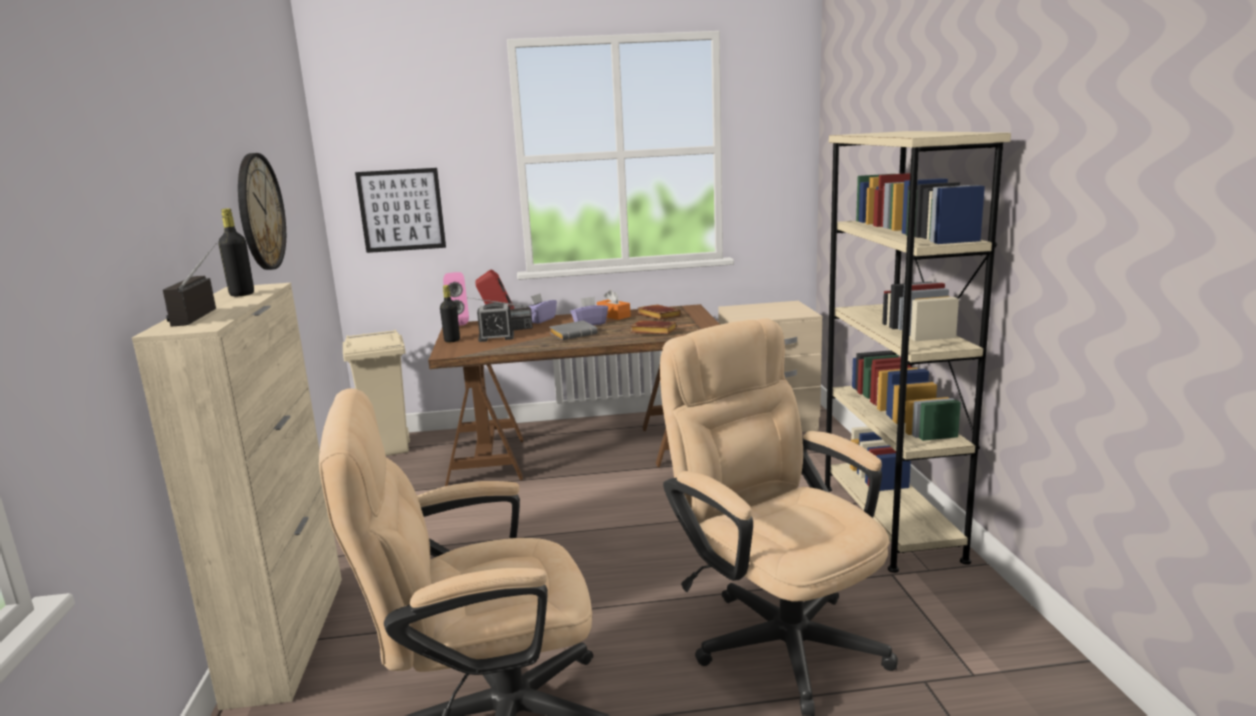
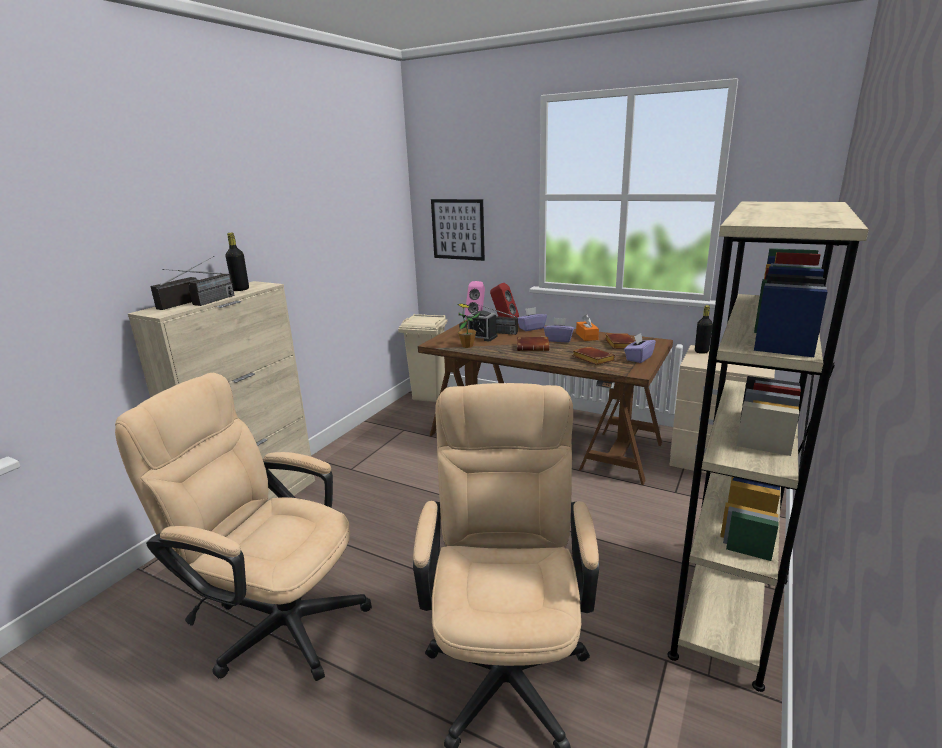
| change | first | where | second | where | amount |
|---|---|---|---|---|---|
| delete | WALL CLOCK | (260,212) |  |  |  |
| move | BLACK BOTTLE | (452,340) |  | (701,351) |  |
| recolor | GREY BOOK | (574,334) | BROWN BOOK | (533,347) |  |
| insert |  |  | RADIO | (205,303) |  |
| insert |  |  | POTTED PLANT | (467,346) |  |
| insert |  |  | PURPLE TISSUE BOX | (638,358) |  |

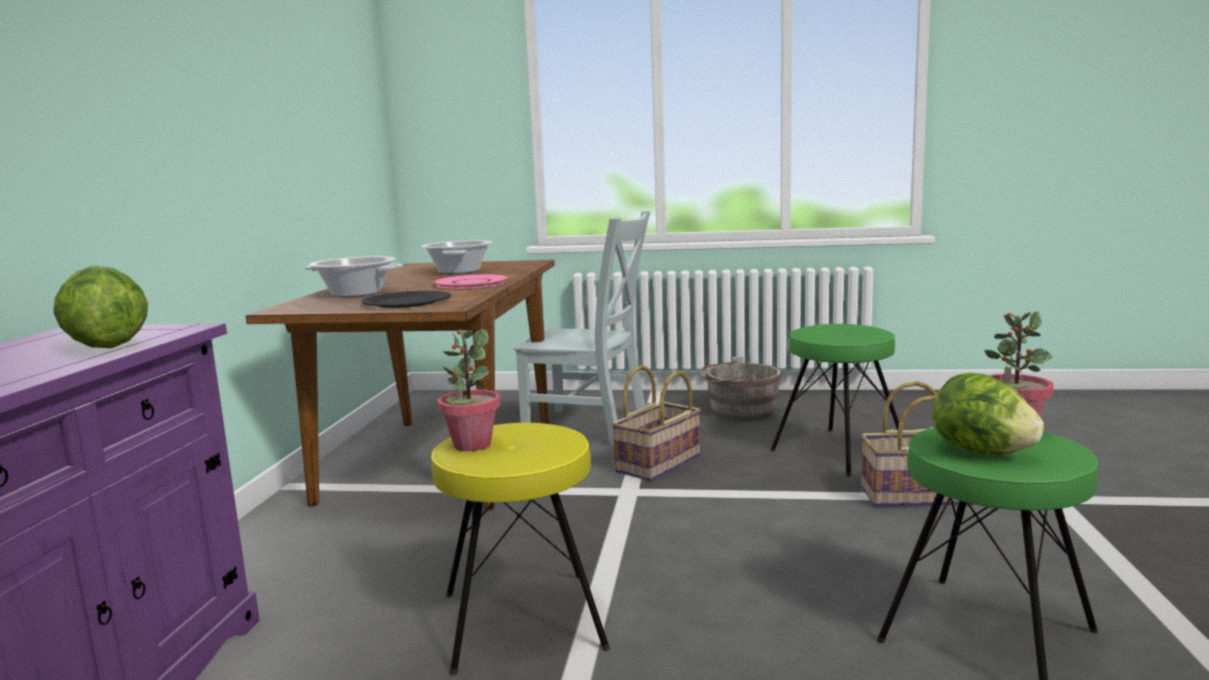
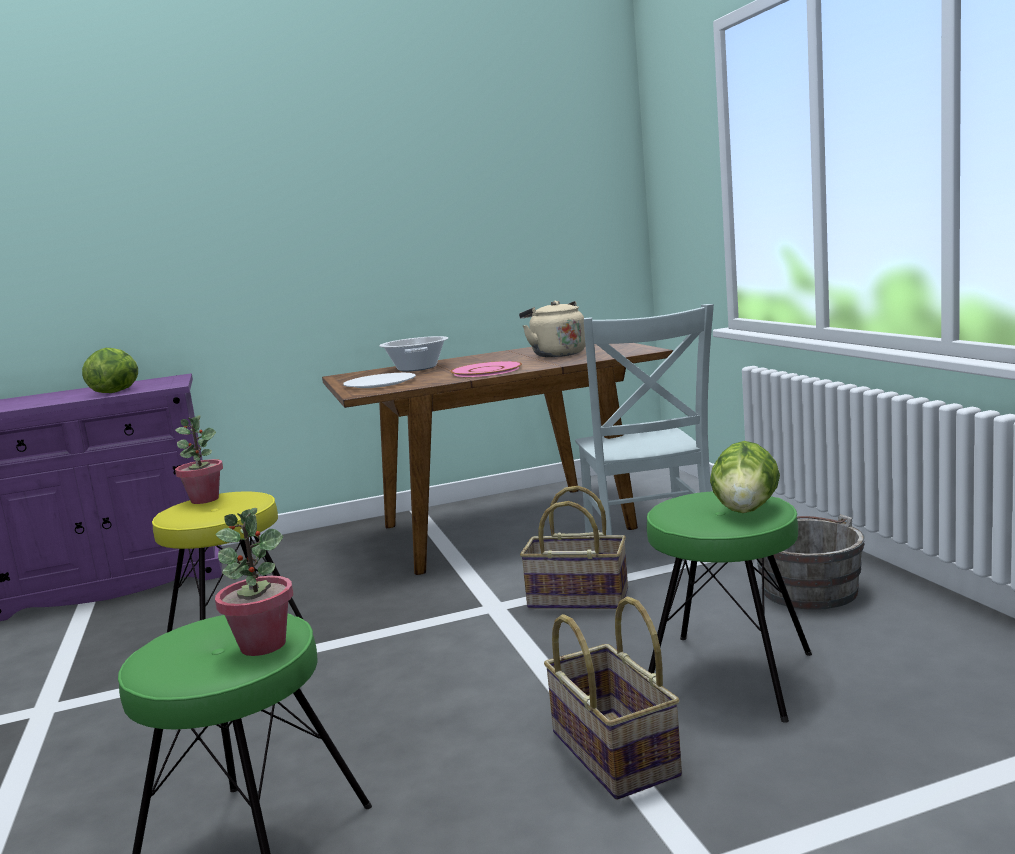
| change | first | where | second | where | amount |
|---|---|---|---|---|---|
| replace | COOKING POT | (458,271) | BEIGE KETTLE | (556,354) |  |
| recolor | BLACK PLATE | (407,302) | WHITE PLATE | (380,383) |  |
| move | LETTUCE | (982,452) |  | (746,510) |  |

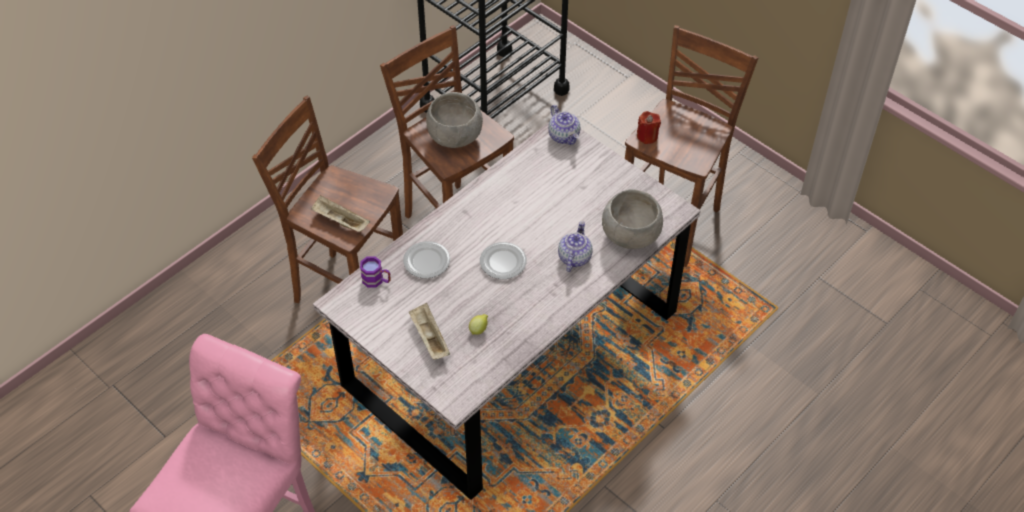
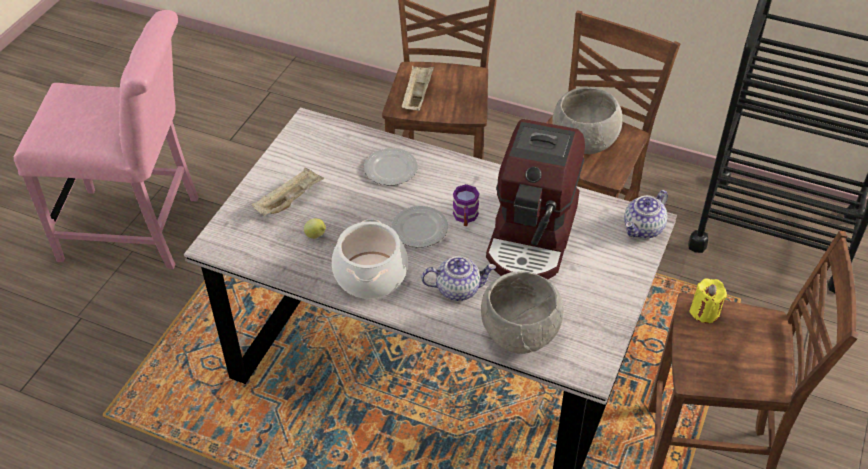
| change | first | where | second | where | amount |
|---|---|---|---|---|---|
| recolor | RED CANDLE | (647,136) | YELLOW CANDLE | (704,312) |  |
| move | PURPLE MUG | (376,280) |  | (465,218) |  |
| insert |  |  | COFFEE MACHINE | (533,237) |  |
| insert |  |  | COOKING POT | (370,275) |  |

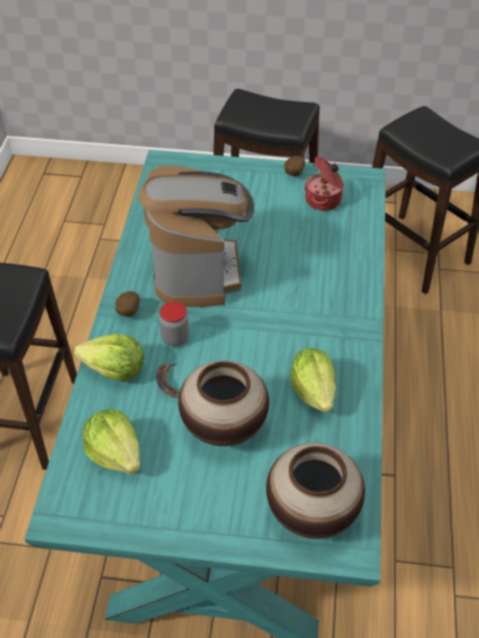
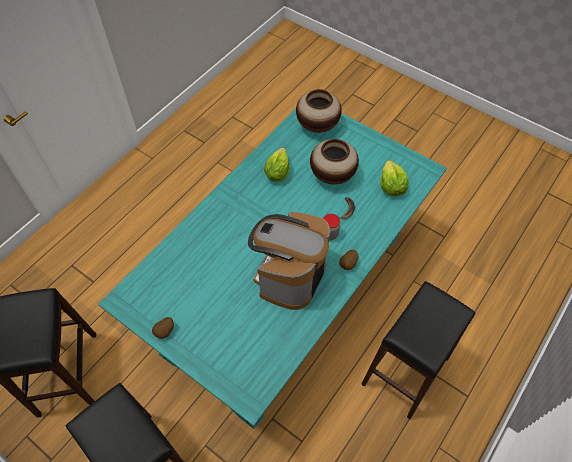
| change | first | where | second | where | amount |
|---|---|---|---|---|---|
| delete | COOKING POT | (324,200) |  |  |  |
| delete | LETTUCE | (114,370) |  |  |  |

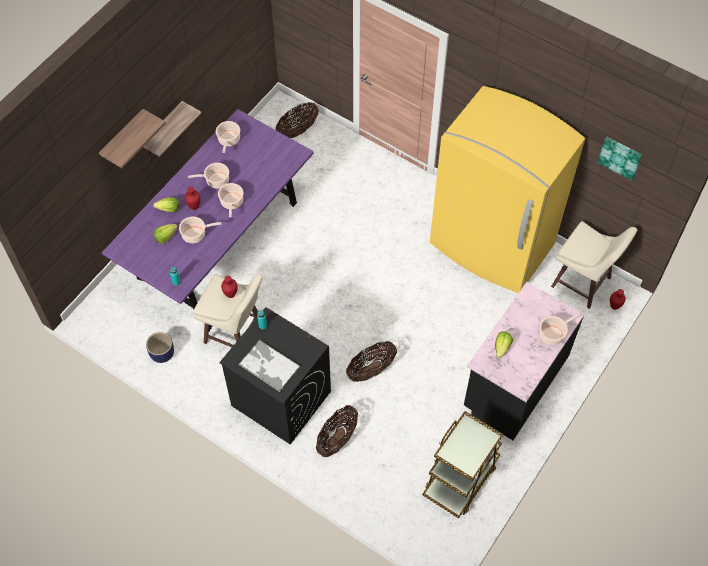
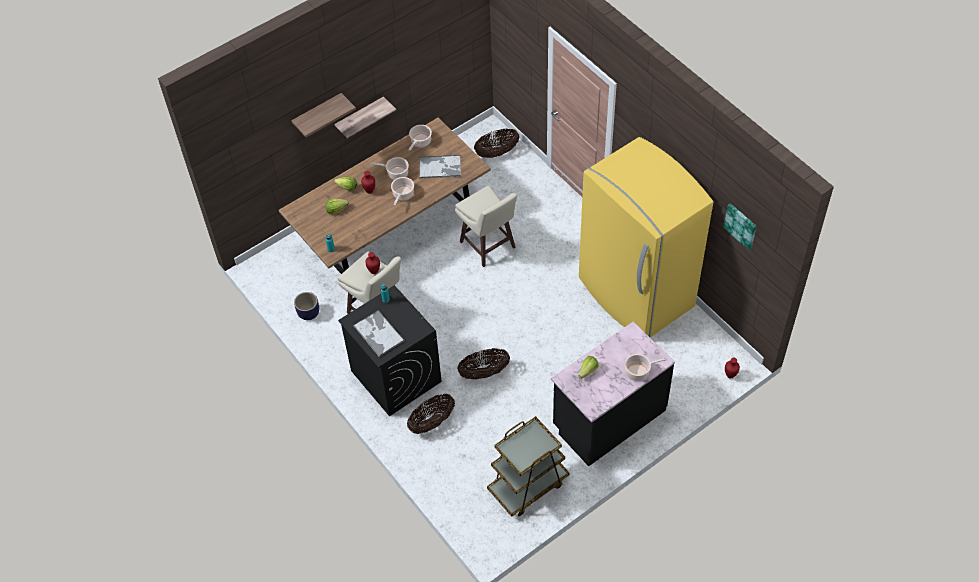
| change | first | where | second | where | amount |
|---|---|---|---|---|---|
| recolor | PURPLE DINING TABLE | (218,240) | BROWN DINING TABLE | (391,230) |  |
| delete | COOKING POT | (195,234) |  |  |  |
| move | BEIGE STOOL | (582,283) |  | (488,246) |  |
| insert |  |  | TRAY | (440,167) |  |

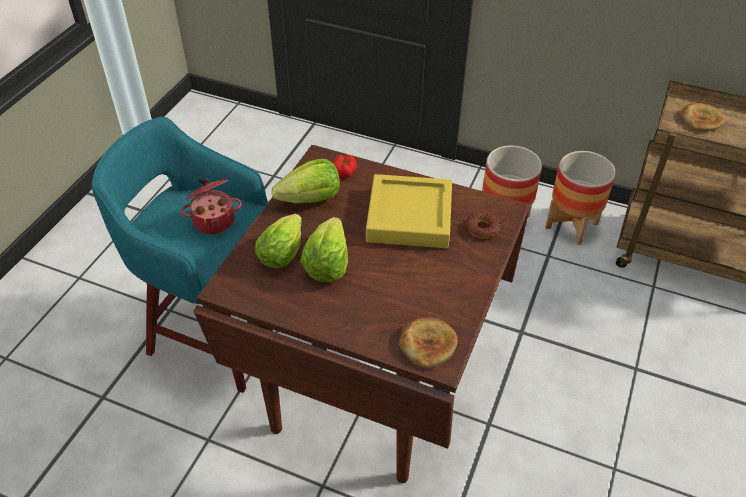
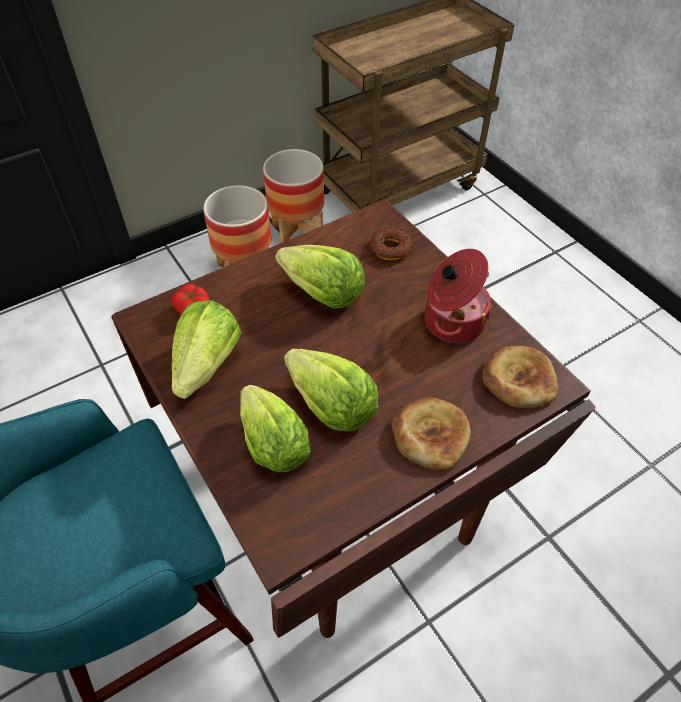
| change | first | where | second | where | amount |
|---|---|---|---|---|---|
| move | BREAD | (701,120) |  | (430,435) |  |
| replace | YELLOW TRAY | (409,217) | LETTUCE | (322,294) |  |
| move | COOKING POT | (214,220) |  | (452,321) |  |

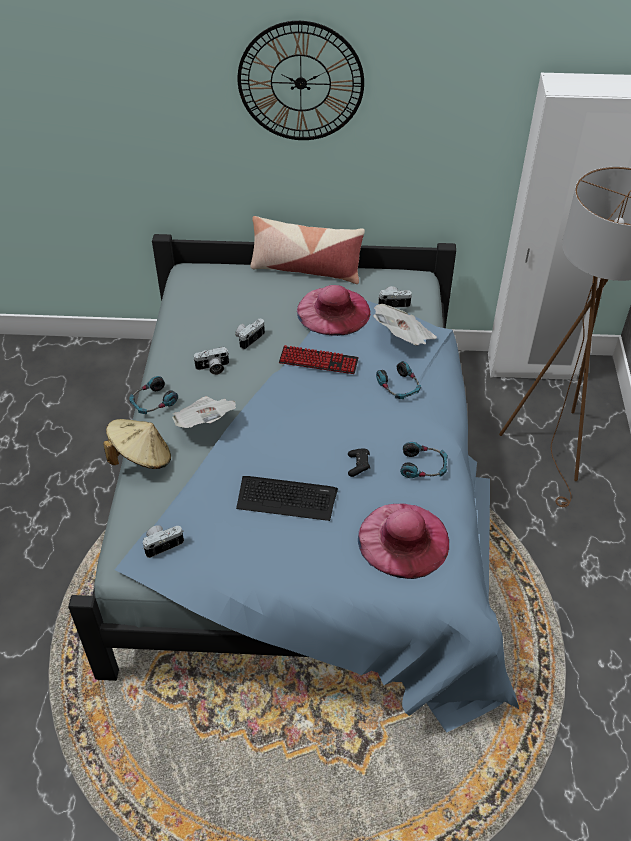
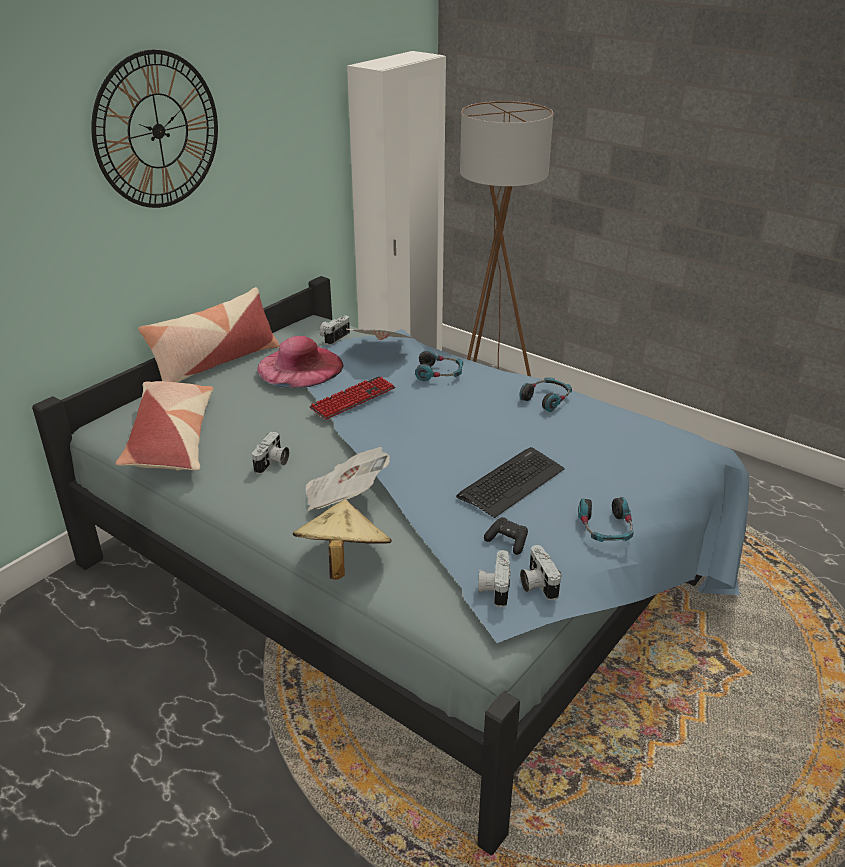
| change | first | where | second | where | amount |
|---|---|---|---|---|---|
| move | PHOTO CAMERA | (249,338) |  | (536,583) |  |
| move | HEADPHONES | (153,402) |  | (605,528) |  |
| move | BLACK GAME CONTROLLER | (358,465) |  | (507,541) |  |
| delete | PINK HAT | (403,539) |  |  |  |
| insert |  |  | PILLOW | (172,438) |  |

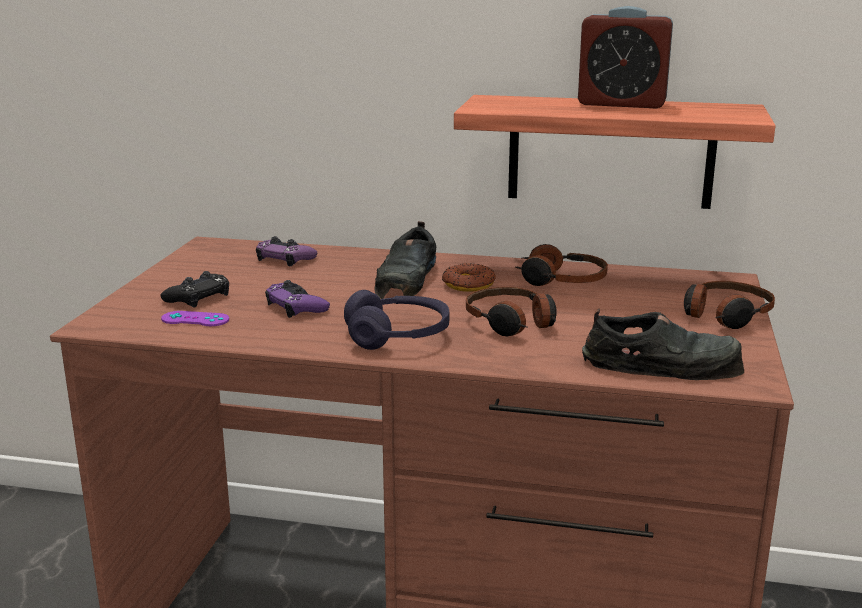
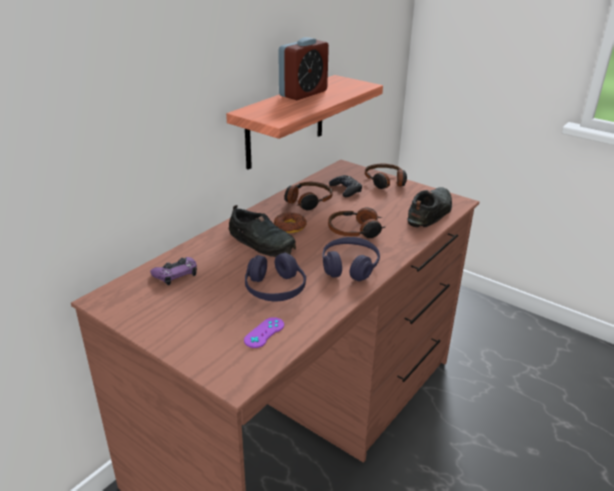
| change | first | where | second | where | amount |
|---|---|---|---|---|---|
| move | BLACK GAME CONTROLLER | (198,297) |  | (345,189) |  |
| replace | PURPLE GAME CONTROLLER | (296,306) | PURPLE HEADPHONES | (275,289) |  |

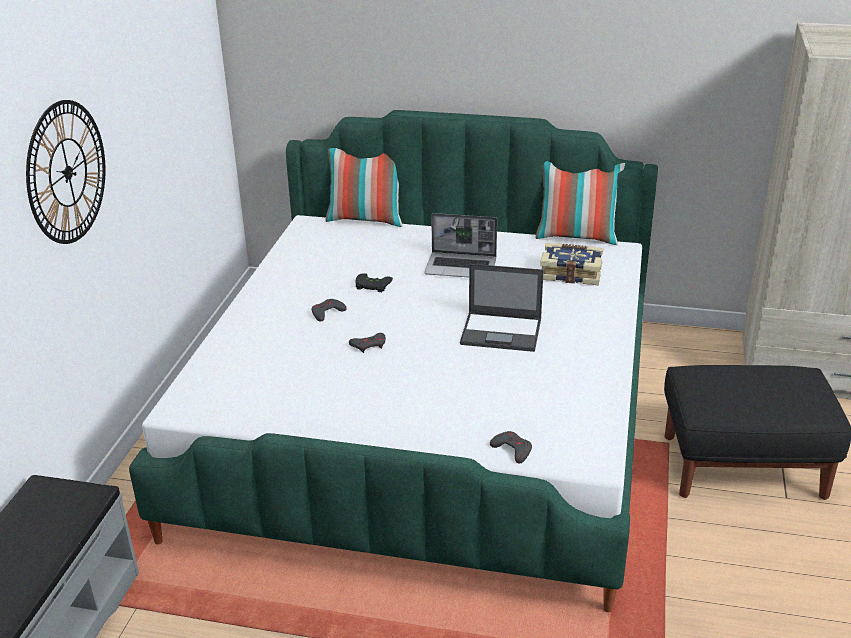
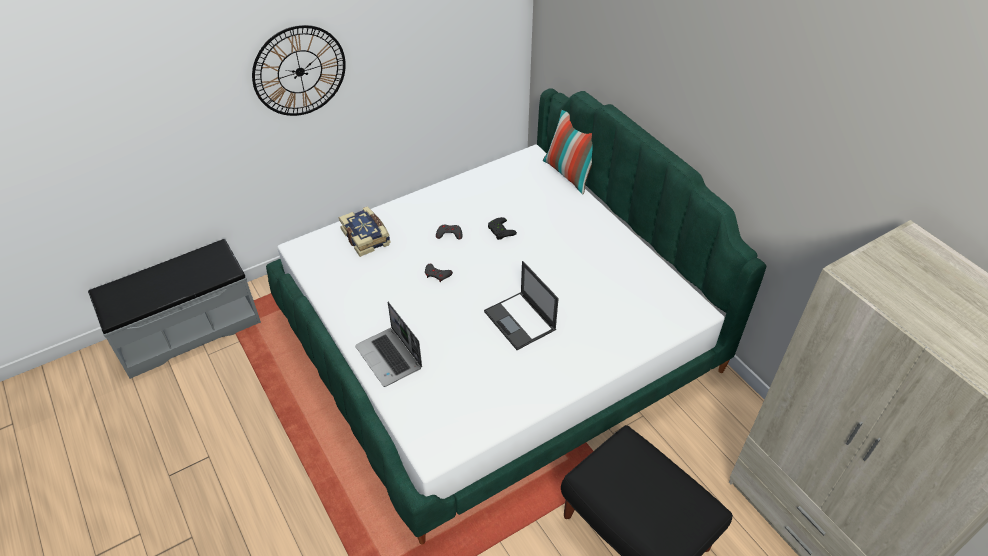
| change | first | where | second | where | amount |
|---|---|---|---|---|---|
| delete | PILLOW | (577,237) |  |  |  |
| move | LAPTOP | (461,267) |  | (390,358) |  |
| move | BOOK | (571,273) |  | (366,237) |  |
| delete | GREY GAME CONTROLLER | (512,449) |  |  |  |

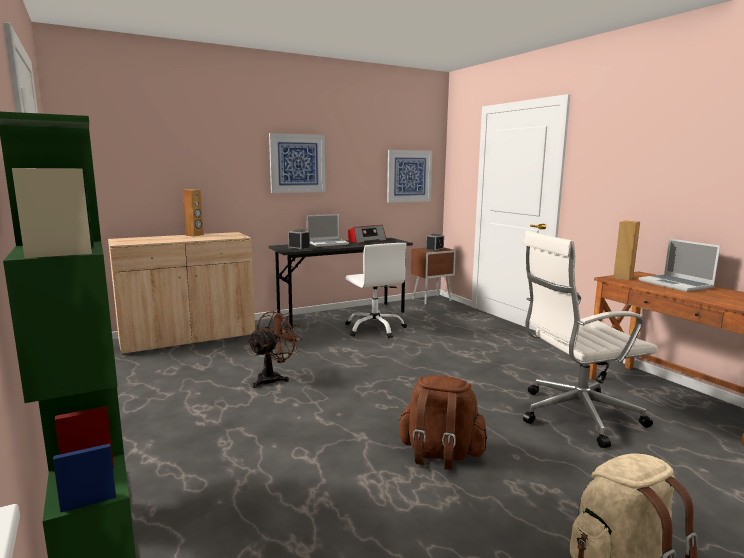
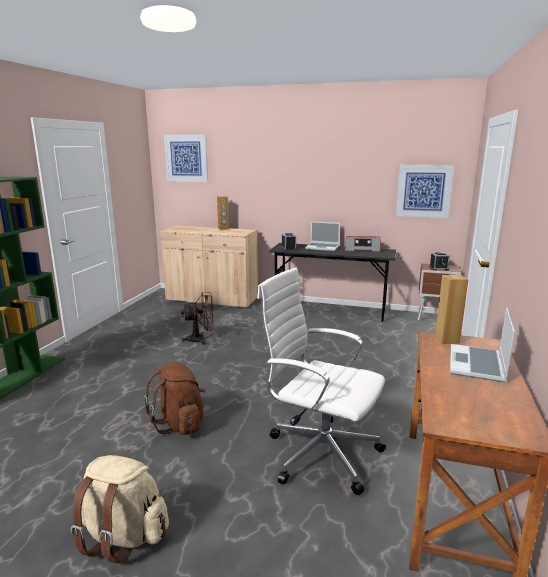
| change | first | where | second | where | amount |
|---|---|---|---|---|---|
| move | PICTURE | (297,163) |  | (186,158) |  |
| delete | WHITE OFFICE CHAIR | (375,329) |  |  |  |

